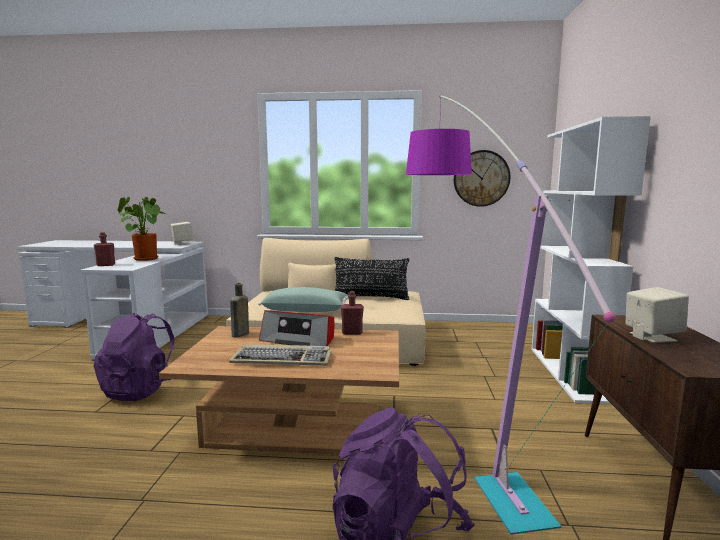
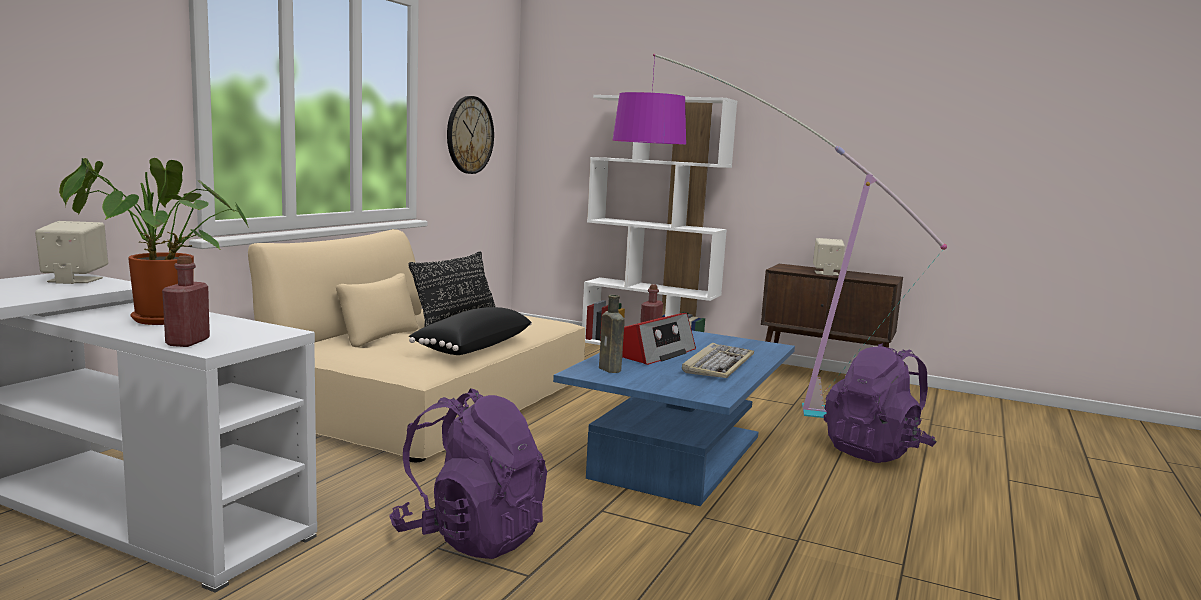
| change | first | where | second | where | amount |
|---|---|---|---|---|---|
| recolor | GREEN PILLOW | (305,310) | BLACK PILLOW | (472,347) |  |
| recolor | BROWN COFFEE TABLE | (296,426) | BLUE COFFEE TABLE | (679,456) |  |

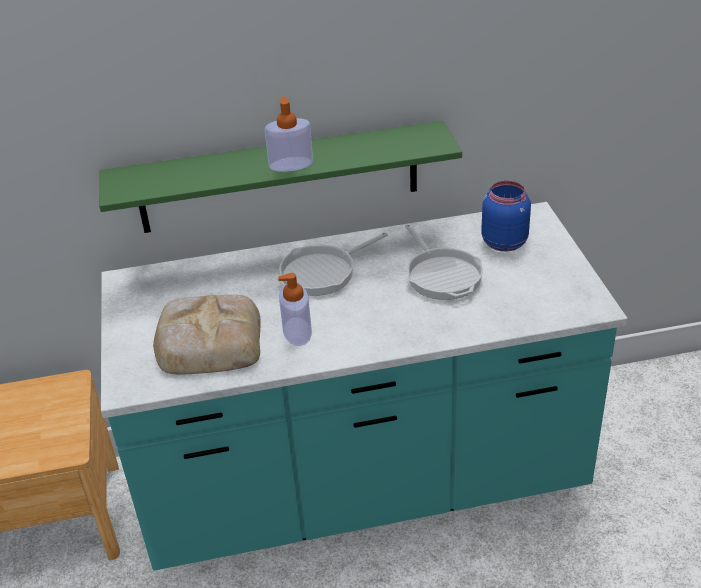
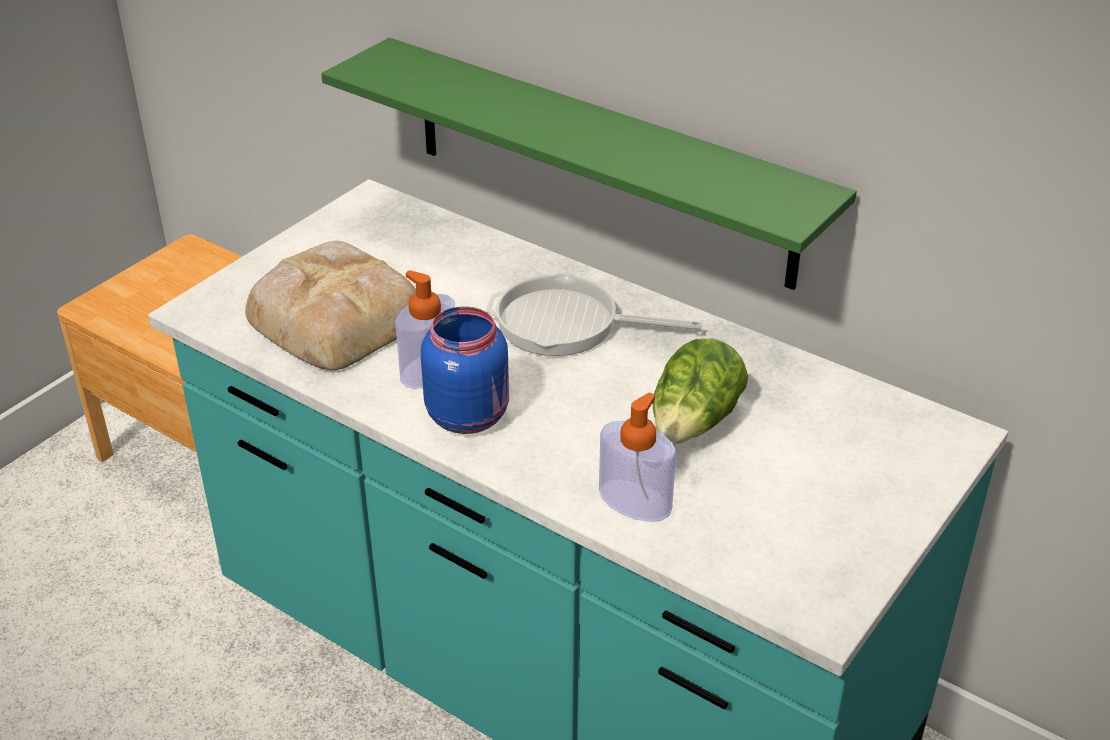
| change | first | where | second | where | amount |
|---|---|---|---|---|---|
| move | SOAP DISPENSER | (291,164) |  | (635,501) |  |
| move | BLUE JAR | (504,242) |  | (469,414) |  |
| replace | FRYING PAN | (442,274) | LETTUCE | (694,423) |  |

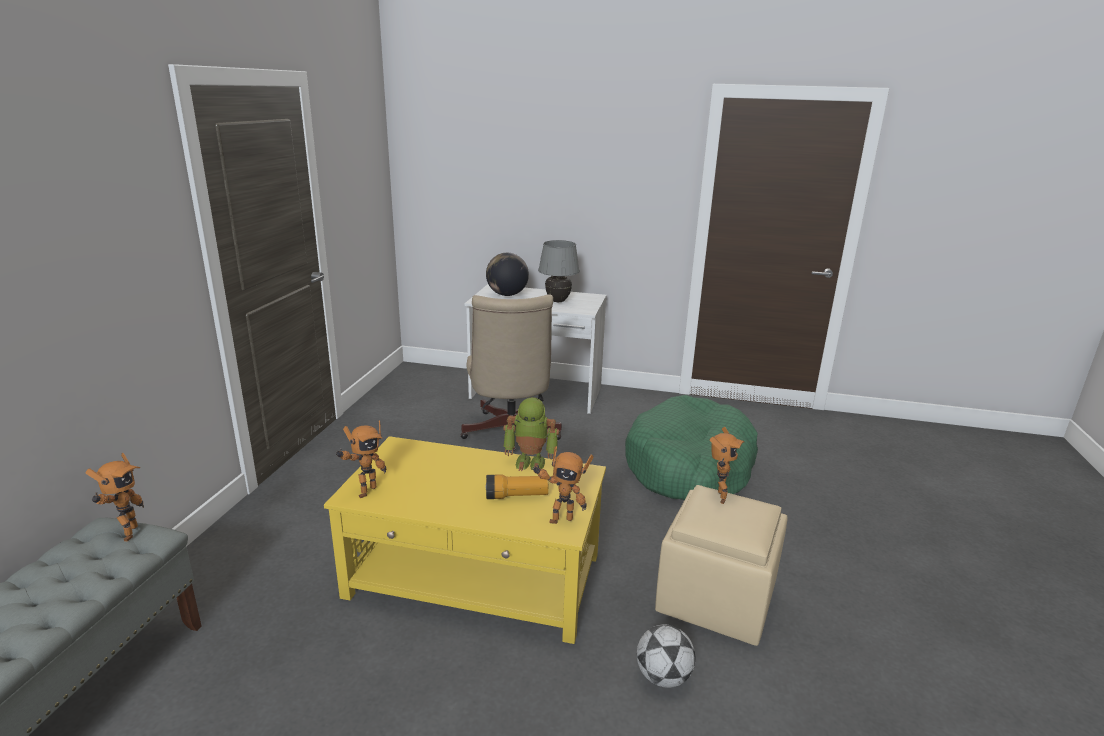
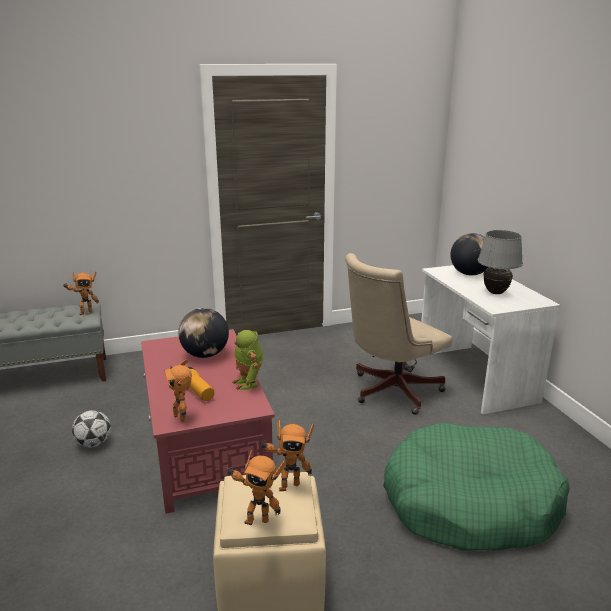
| change | first | where | second | where | amount |
|---|---|---|---|---|---|
| move | TOY ROBOT | (365,491) |  | (256,519) |  |
| recolor | YELLOW COFFEE TABLE | (476,576) | RED COFFEE TABLE | (205,445) |  |
| move | FOOTBALL | (663,677) |  | (93,443) |  |
| insert |  |  | GLOBE | (205,355) |  |

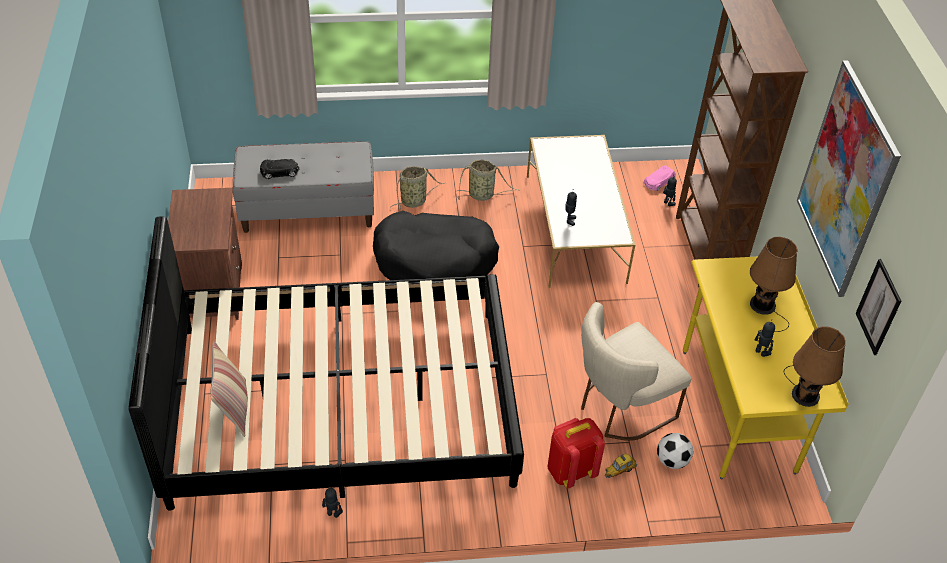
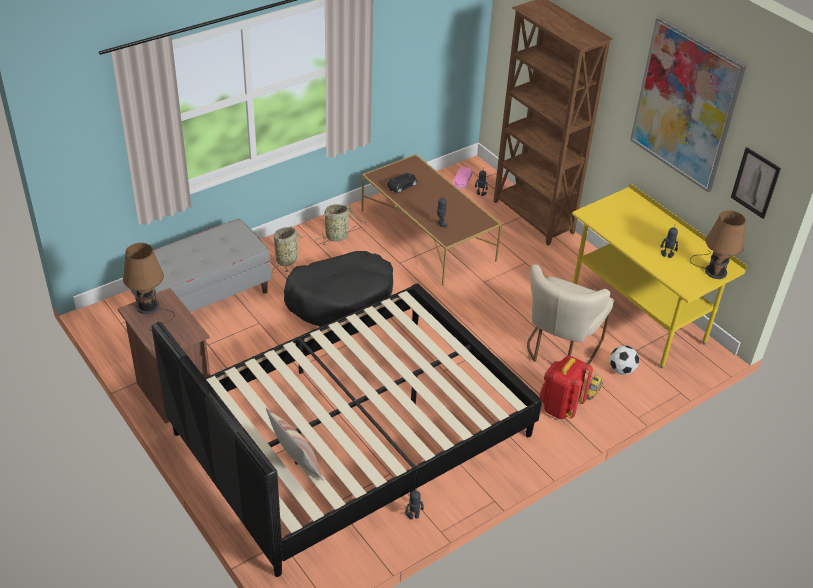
| change | first | where | second | where | amount |
|---|---|---|---|---|---|
| recolor | WHITE COFFEE TABLE | (574,227) | BROWN COFFEE TABLE | (427,235) |  |
| move | BLACK TOY CAR | (280,172) |  | (402,185) |  |
| move | BROWN TABLE LAMP | (764,307) |  | (149,308) |  |

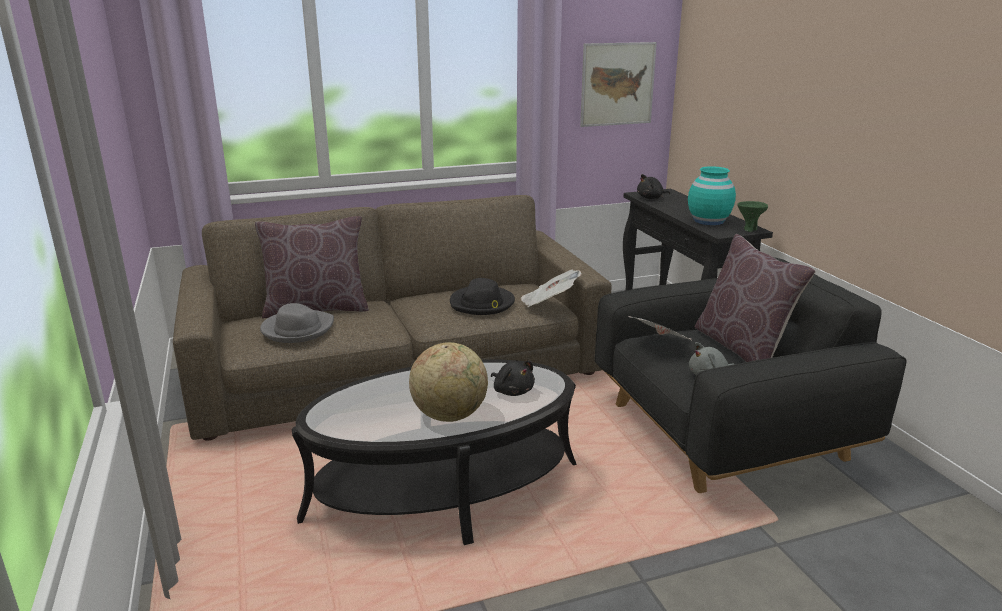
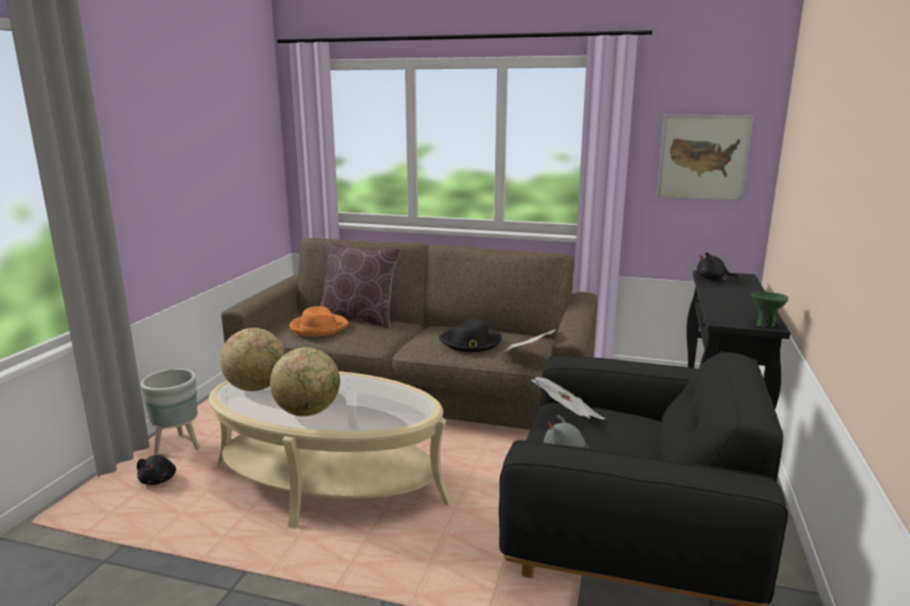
| change | first | where | second | where | amount |
|---|---|---|---|---|---|
| delete | TURQUOISE VASE | (709,221) |  |  |  |
| delete | BROWN PILLOW | (742,348) |  |  |  |
| recolor | GREY HAT | (297,329) | ORANGE HAT | (318,327) |  |
| recolor | BLACK COFFEE TABLE | (443,490) | BEIGE COFFEE TABLE | (328,483) |  |
| move | BLACK PLUSH TOY | (512,391) |  | (159,480) |  |
| insert |  |  | GLOBE | (256,387) |  |
| insert |  |  | GREY PLANTER | (178,447) |  |

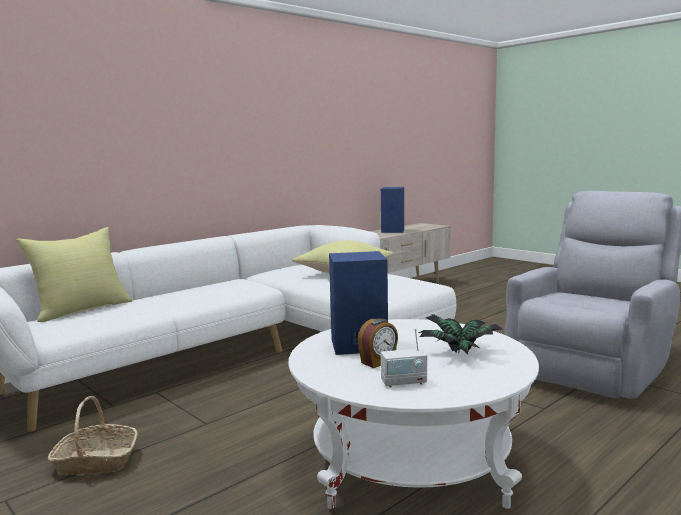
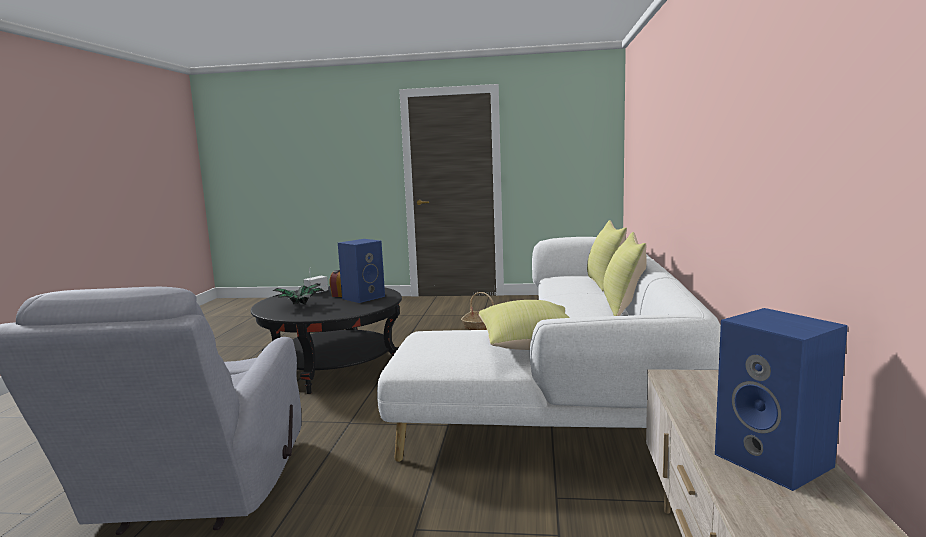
| change | first | where | second | where | amount |
|---|---|---|---|---|---|
| recolor | WHITE COFFEE TABLE | (410,460) | BLACK COFFEE TABLE | (333,367) |  |
| insert |  |  | YELLOW PILLOW | (623,307) |  |

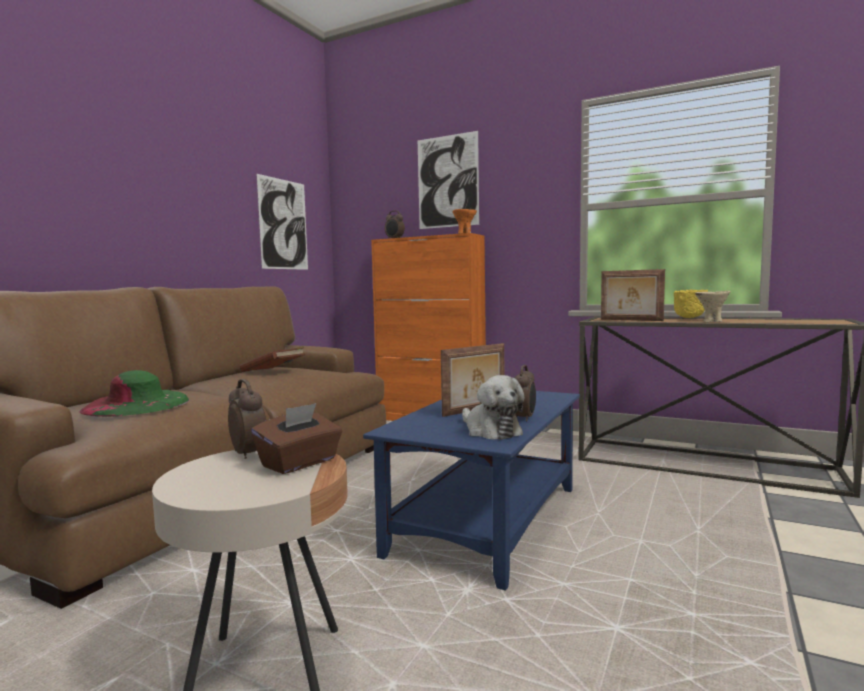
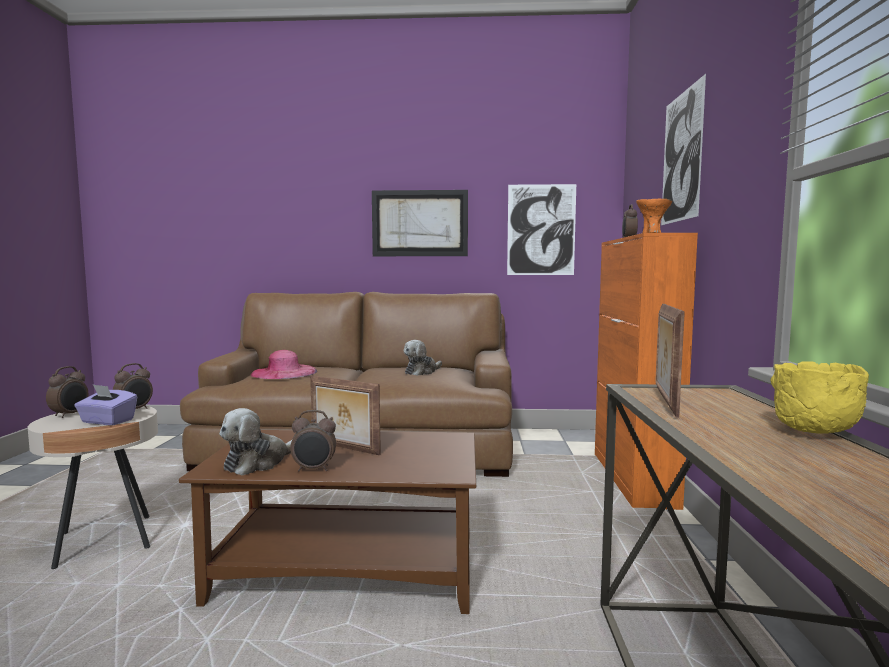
| change | first | where | second | where | amount |
|---|---|---|---|---|---|
| delete | BEIGE BOWL | (712,321) |  |  |  |
| replace | BROWN BOOK | (274,372) | PLUSH TOY | (422,372) |  |
| recolor | GREEN HAT | (136,404) | PINK HAT | (284,372) |  |
| recolor | BLUE COFFEE TABLE | (487,520) | BROWN COFFEE TABLE | (350,570) |  |
| recolor | BROWN TISSUE BOX | (300,463) | PURPLE TISSUE BOX | (107,421) |  |
| insert |  |  | PICTURE | (420,223) |  |
| insert |  |  | ALARM CLOCK | (70,415) |  |

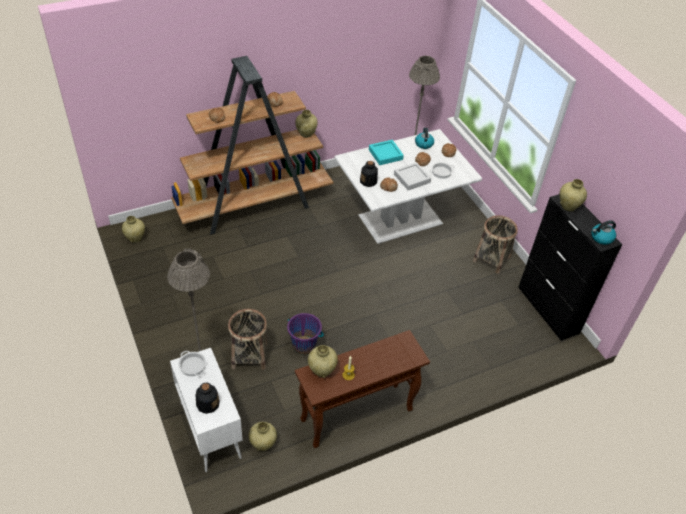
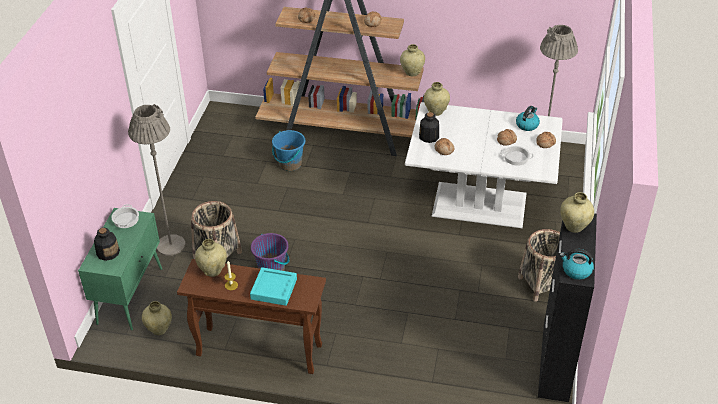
| change | first | where | second | where | amount |
|---|---|---|---|---|---|
| move | TURQUOISE TRAY | (385,154) |  | (274,289) |  |
| delete | GREY TRAY | (411,178) |  |  |  |
| move | BEIGE VASE | (135,238) |  | (436,111) |  |
| recolor | WHITE CABINET | (210,429) | GREEN CABINET | (130,295) |  |
| insert |  |  | BLUE BUCKET | (290,164) |  |

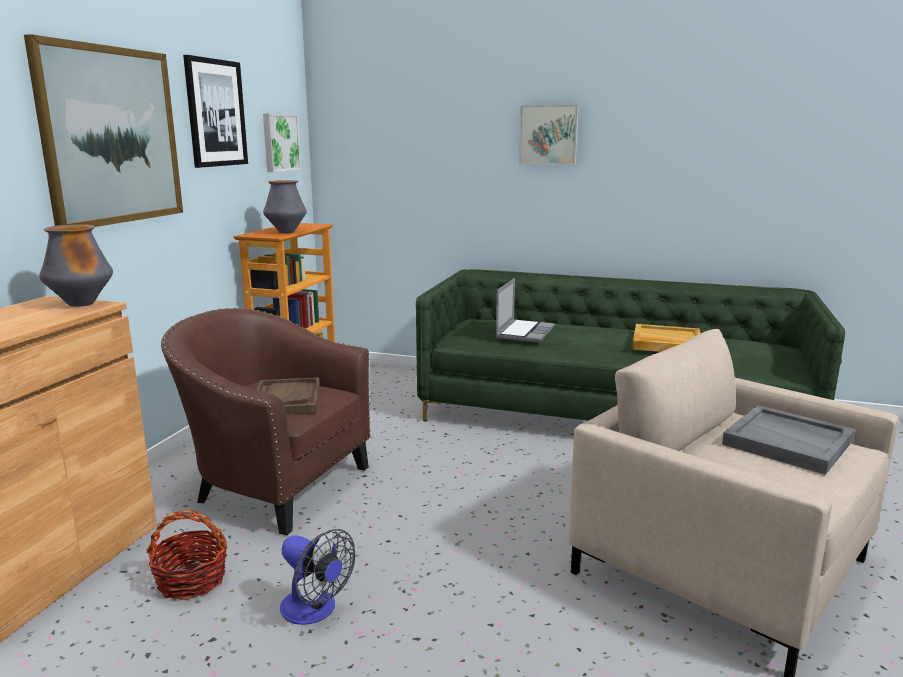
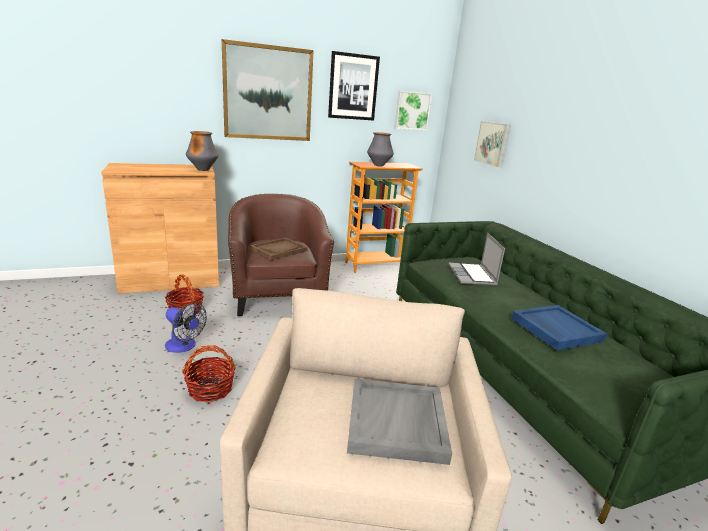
| change | first | where | second | where | amount |
|---|---|---|---|---|---|
| move | PICTURE | (549,135) |  | (493,143) |  |
| rotate | LAPTOP | (524,332) |  | (472,275) | 105 degrees clockwise |
| recolor | BEIGE TRAY | (665,343) | BLUE TRAY | (555,329) |  |
| rotate | FAN | (315,611) |  | (184,346) | 60 degrees counterclockwise |
| insert |  |  | BASKET | (210,389) |  |

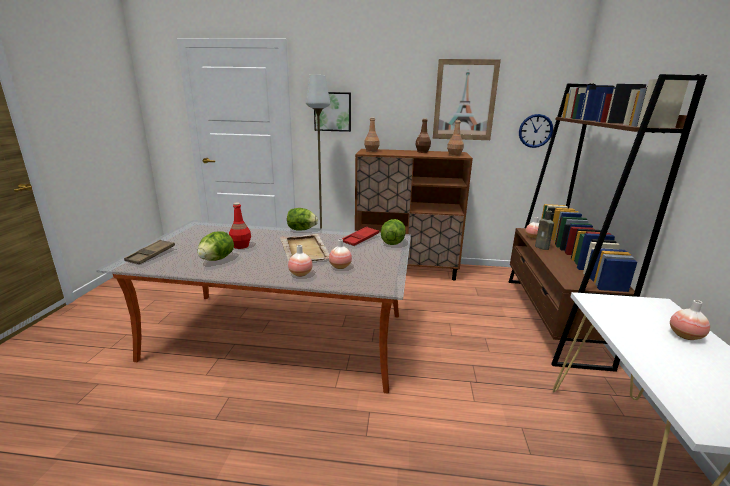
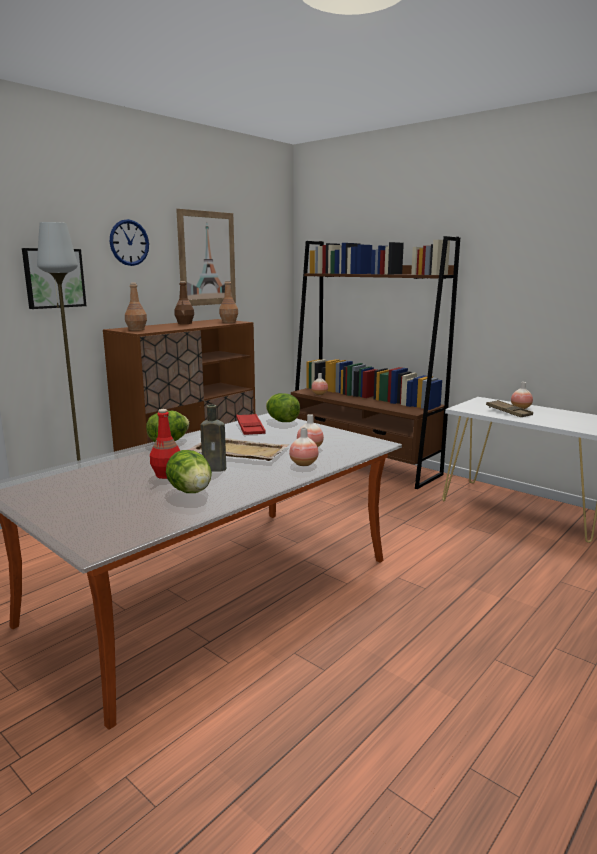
| change | first | where | second | where | amount |
|---|---|---|---|---|---|
| move | WALL CLOCK | (535,131) |  | (129,242) |  |
| move | BROWN BOTTLE | (542,248) |  | (216,469) |  |
| move | BROWN TRAY | (151,255) |  | (508,412) |  |

